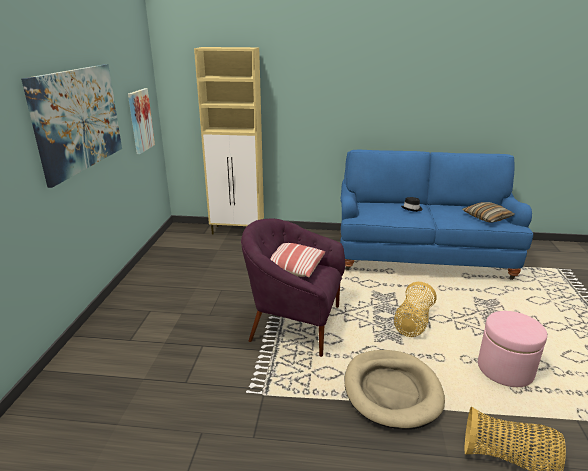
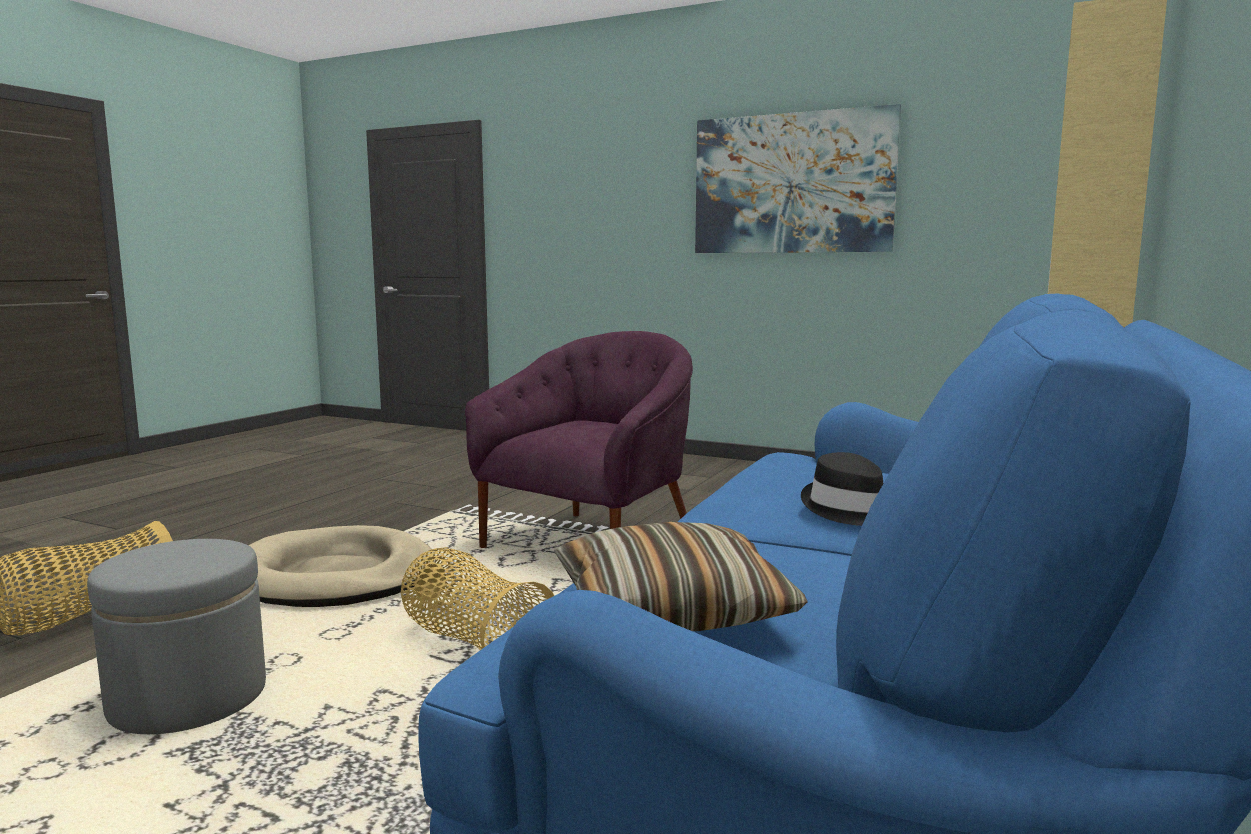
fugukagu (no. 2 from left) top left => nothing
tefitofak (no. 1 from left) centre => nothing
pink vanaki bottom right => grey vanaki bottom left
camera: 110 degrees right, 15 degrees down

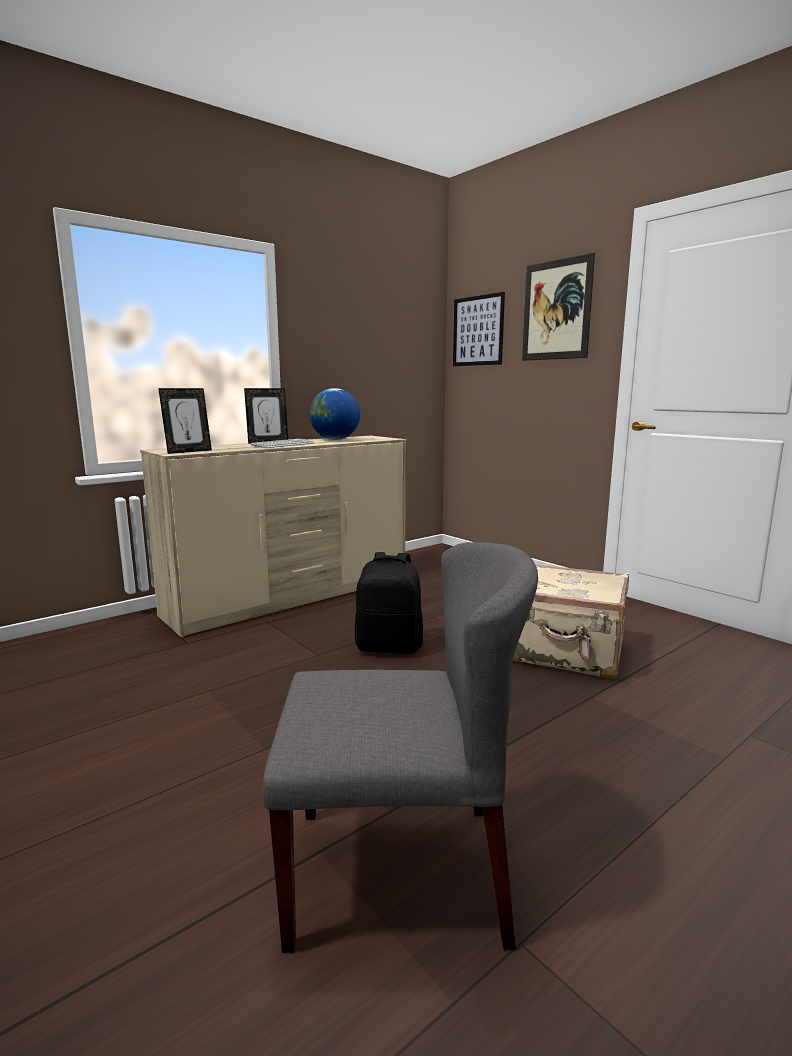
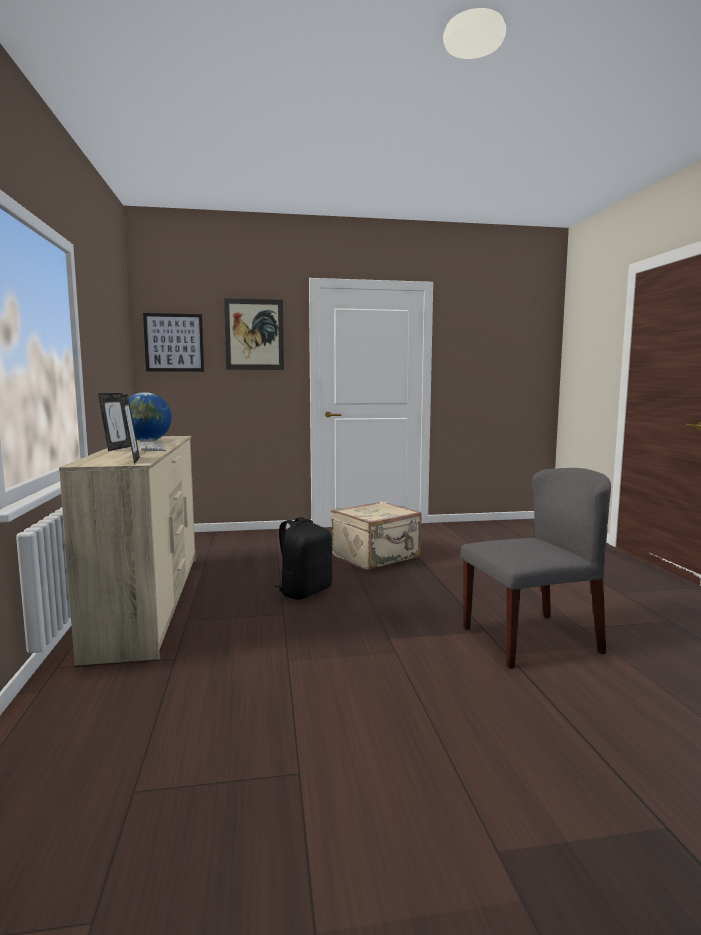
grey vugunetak bottom centre => grey vugunetak middle right, 45 degrees clockwise
camera: 60 degrees left, 5 degrees down

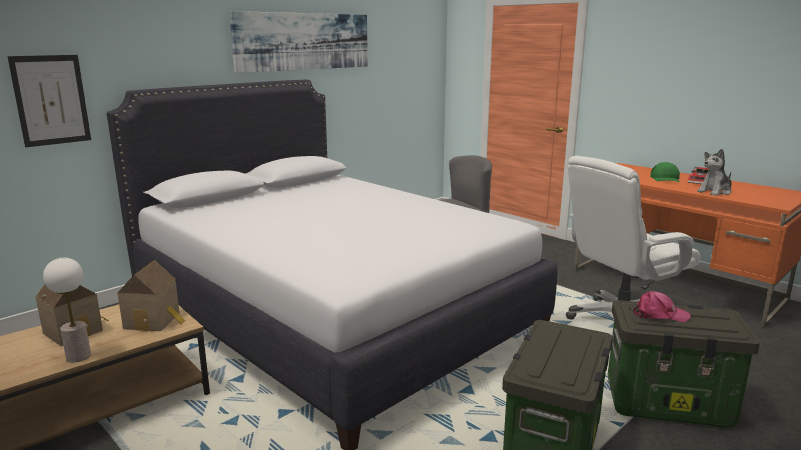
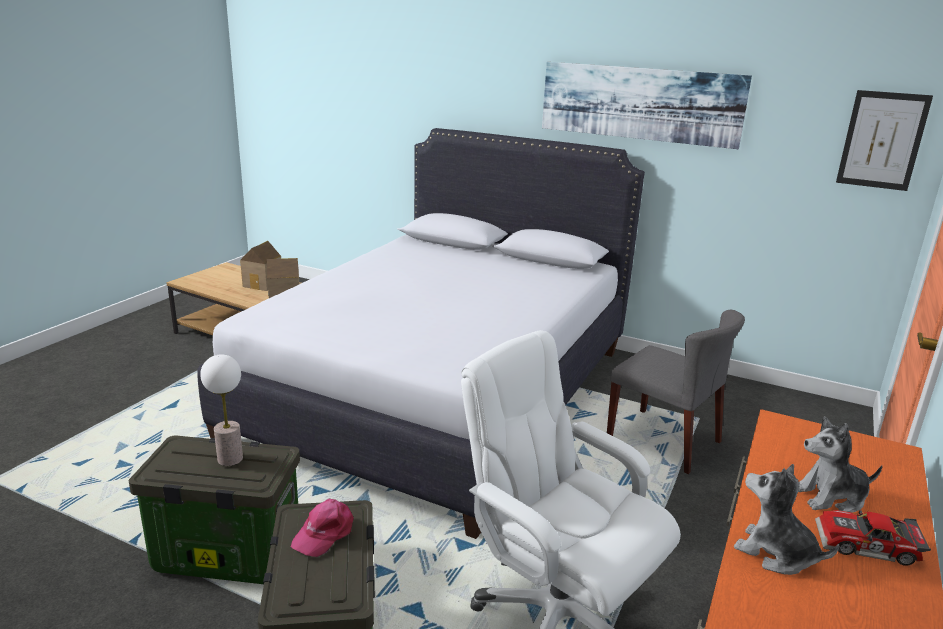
fugukagu (no. 1 from left in the first image) top left => fugukagu (no. 2 from left) top right, shifted
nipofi bottom left => nipofi middle left, shifted
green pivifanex middle right => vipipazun (no. 2 from left) bottom right
pink pivifanex bottom right => pink pivifanex bottom centre, 45 degrees clockwise
camera: 70 degrees right, 5 degrees up

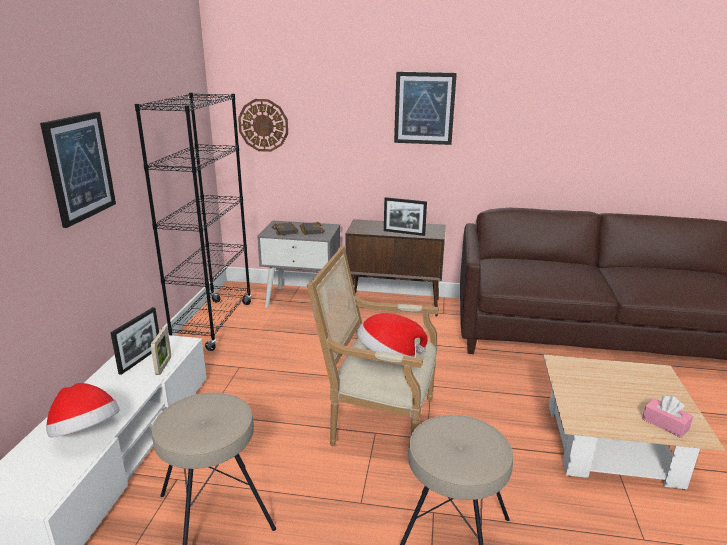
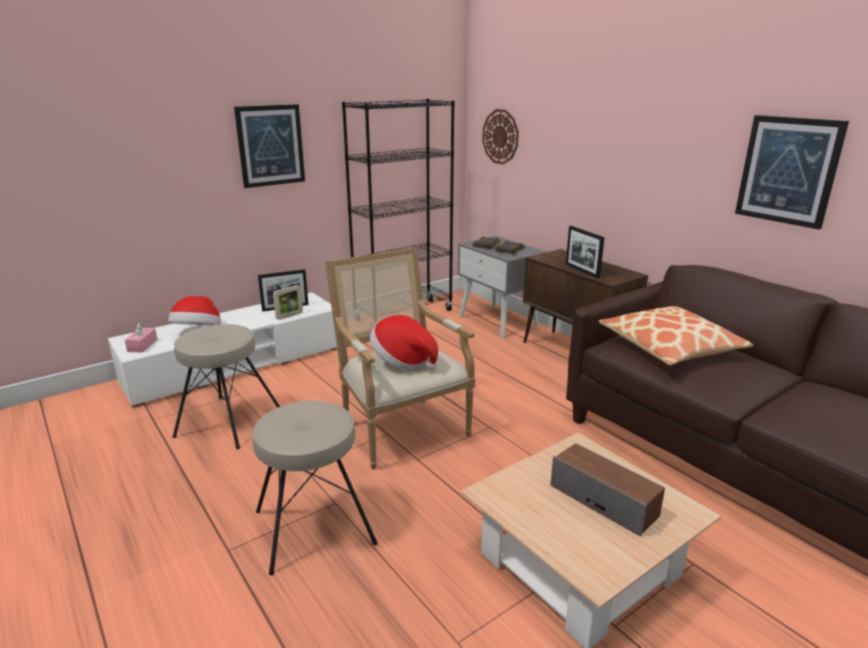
nothing => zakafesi bottom right
nothing => tefitofak middle right
fugukagu (no. 2 from left) top centre => fugukagu (no. 2 from left) top right, shifted
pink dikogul bottom right => pink dikogul middle left, shifted
camera: 45 degrees right, 0 degrees up

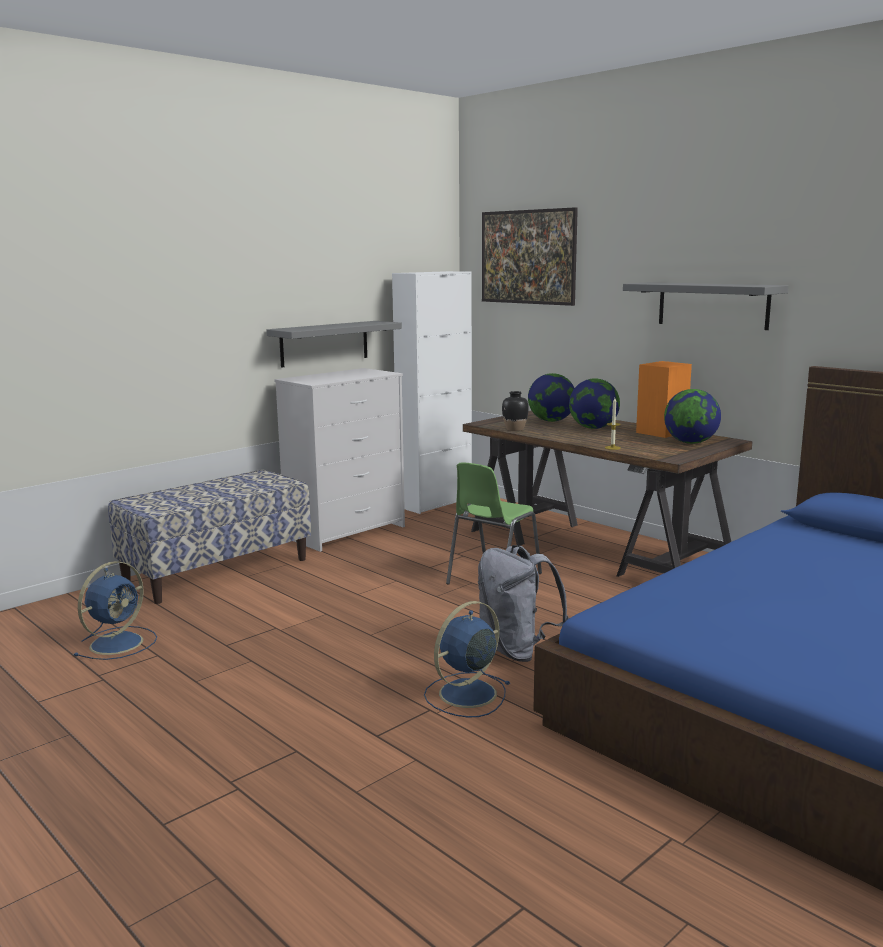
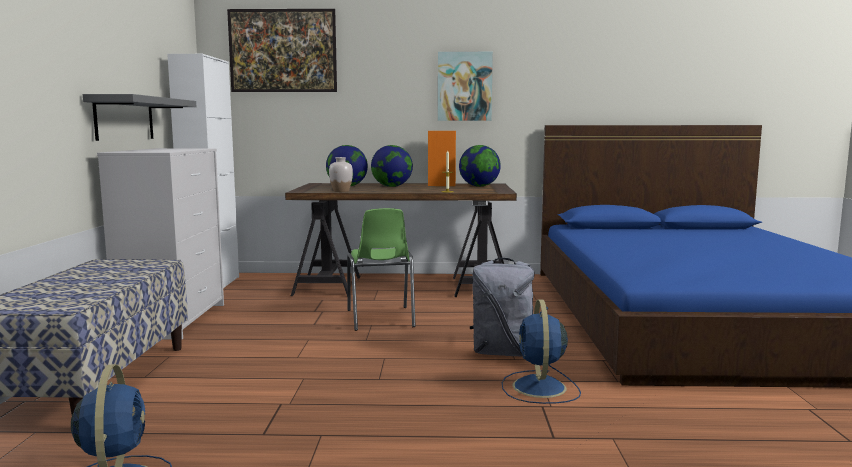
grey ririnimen (no. 2 from left) top right => fugukagu (no. 2 from left) top centre
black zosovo centre => white zosovo centre
camera: 45 degrees left, 5 degrees down

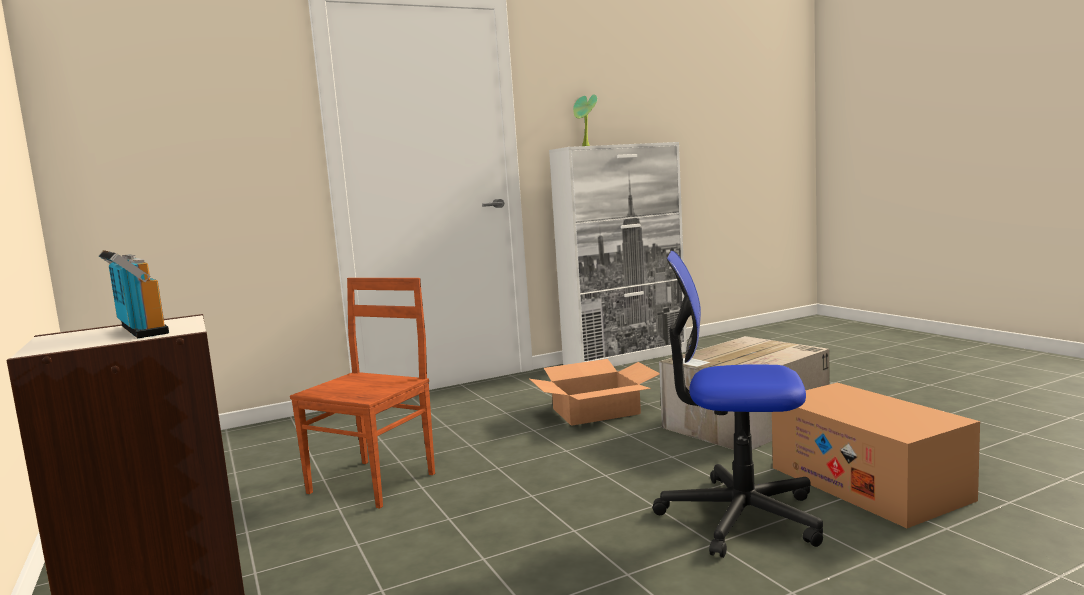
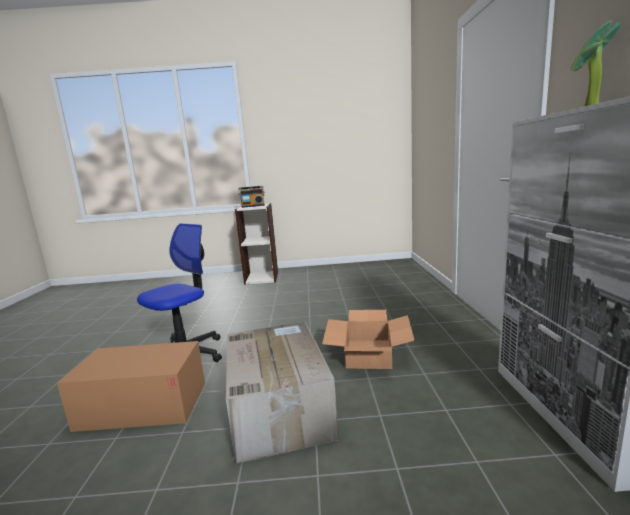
brown vugunetak centre => nothing
camera: 115 degrees right, 5 degrees up

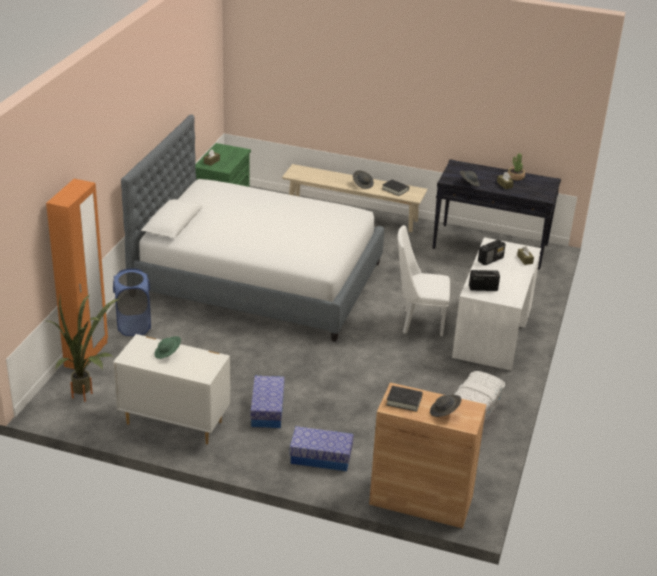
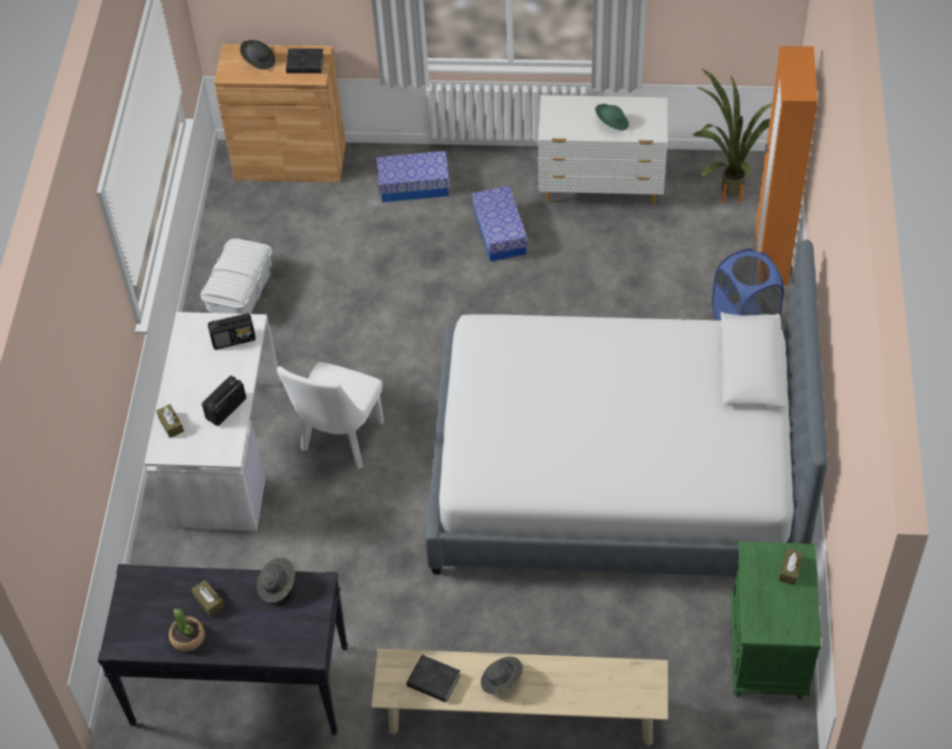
white vugunetak centre, 120 degrees clockwise
camera: 170 degrees right, 20 degrees up

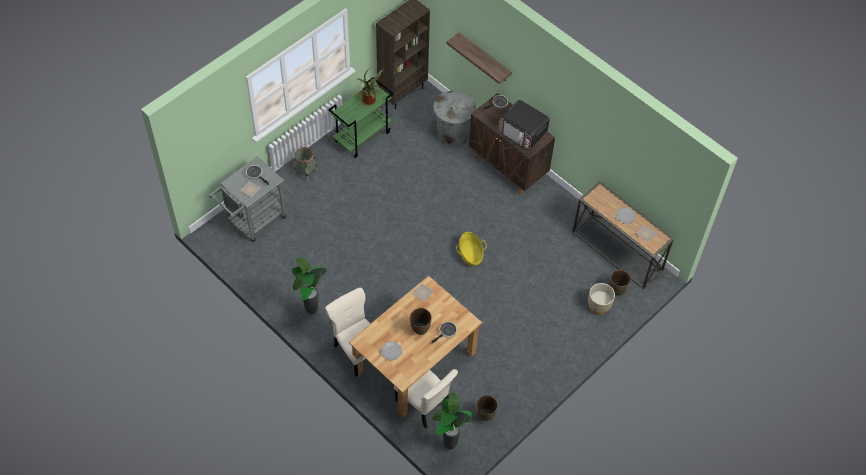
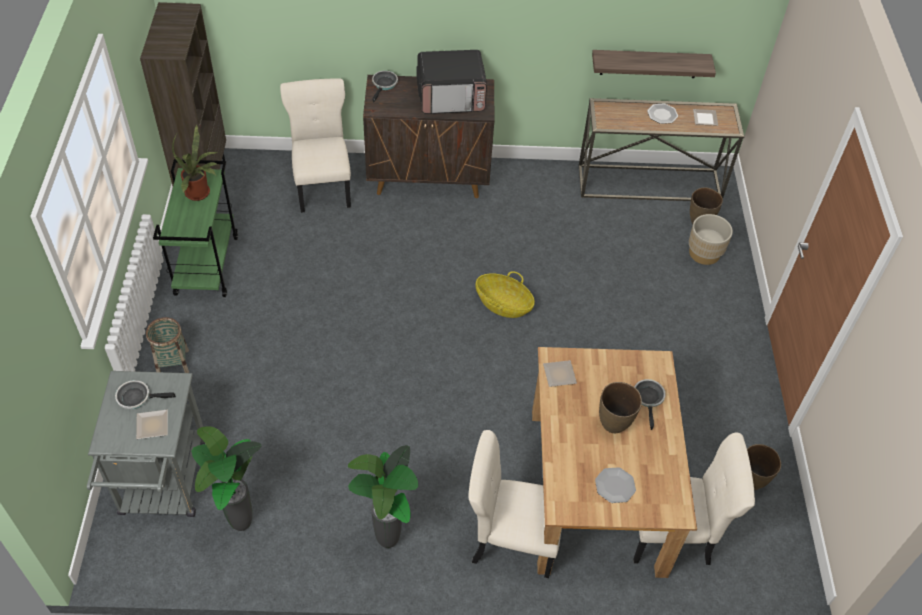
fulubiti (no. 3 from left in the first image) bottom centre => fulubiti (no. 2 from left) bottom left, shifted
ririnimen top centre => ririnimen top right, shifted
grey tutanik top centre => beige vugunetak (no. 1 from left) top centre
camera: 45 degrees left, 5 degrees down

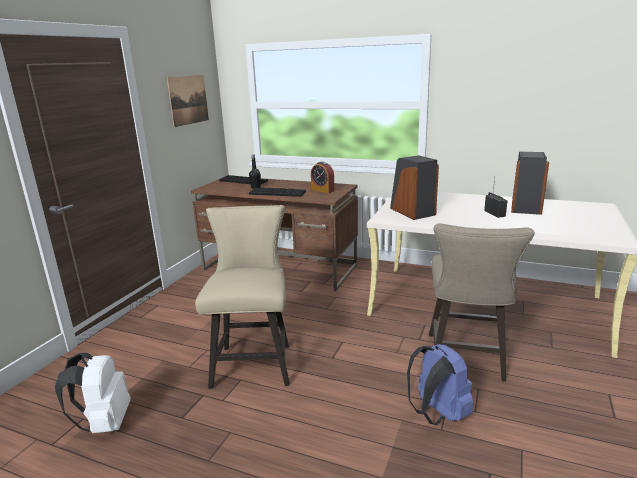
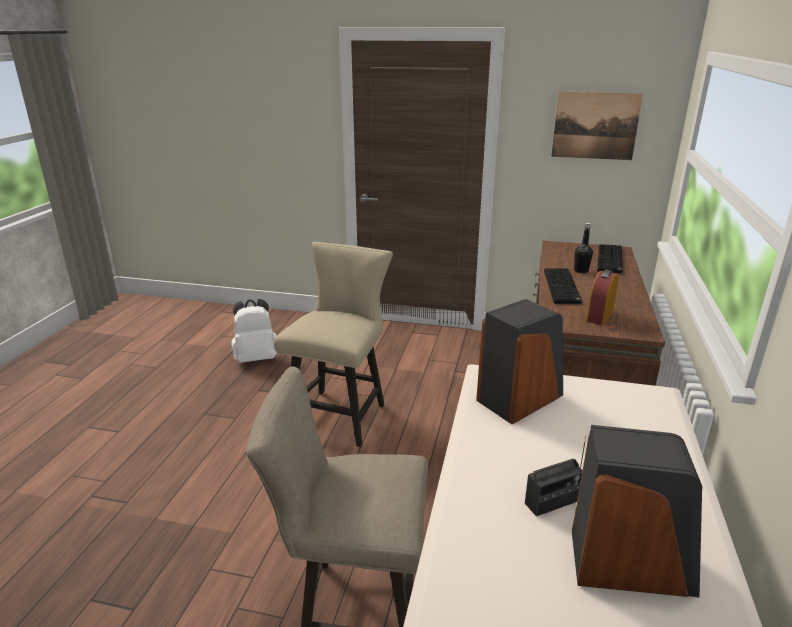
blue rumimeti bottom right => nothing
beige vugunetak centre, 60 degrees counterclockwise
camera: 80 degrees right, 5 degrees up

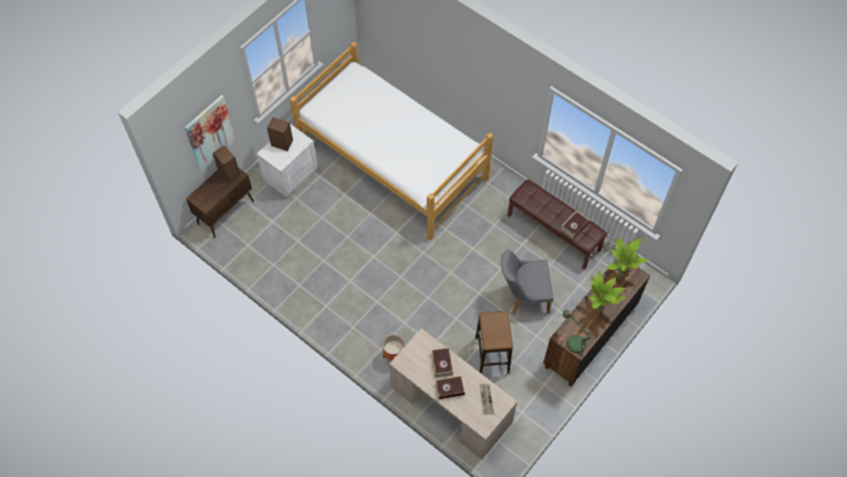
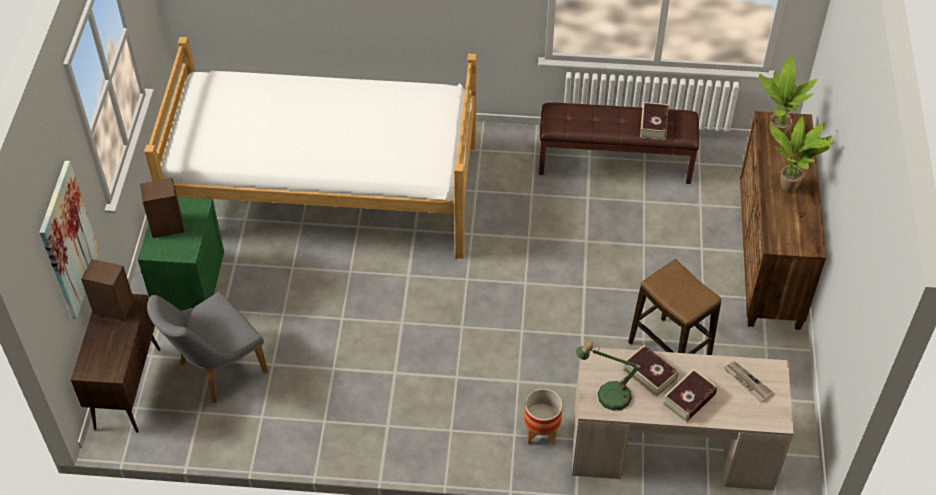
grey vugunetak centre => grey vugunetak bottom left, shifted
nipofi bottom right => nipofi bottom centre, shifted
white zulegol centre => green zulegol middle left
camera: 35 degrees left, 10 degrees down

